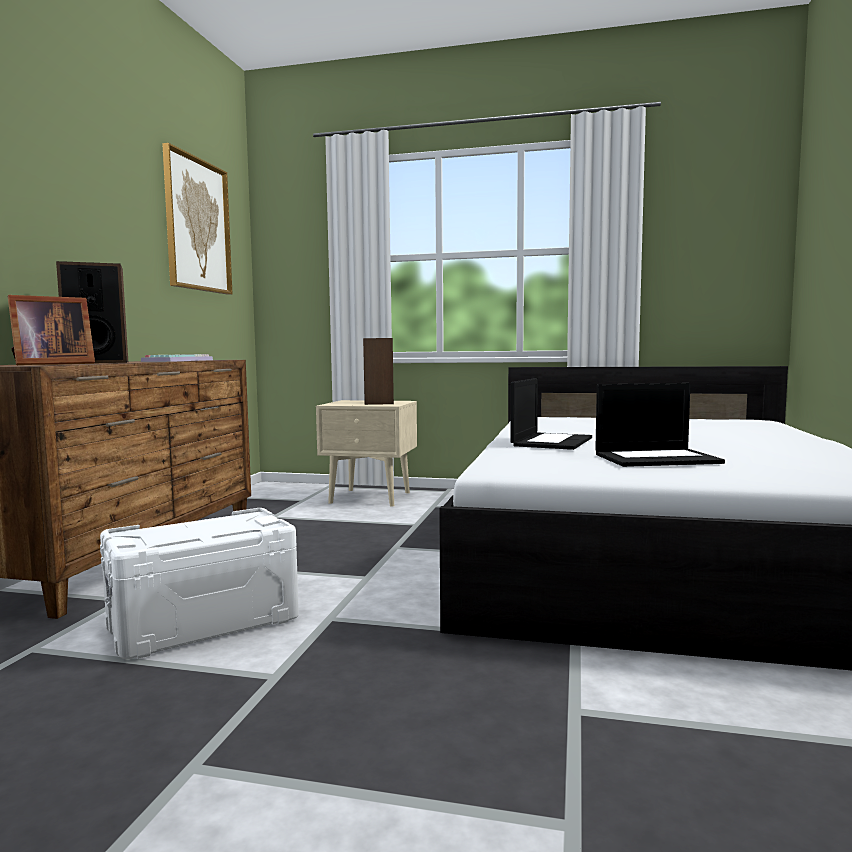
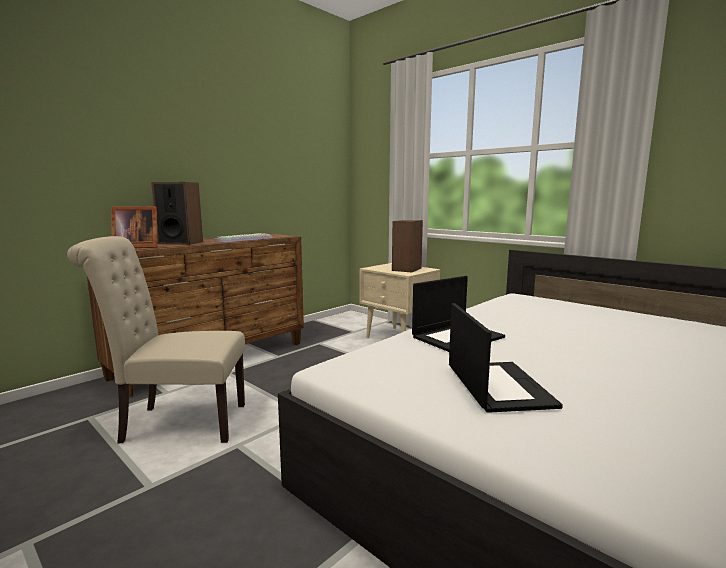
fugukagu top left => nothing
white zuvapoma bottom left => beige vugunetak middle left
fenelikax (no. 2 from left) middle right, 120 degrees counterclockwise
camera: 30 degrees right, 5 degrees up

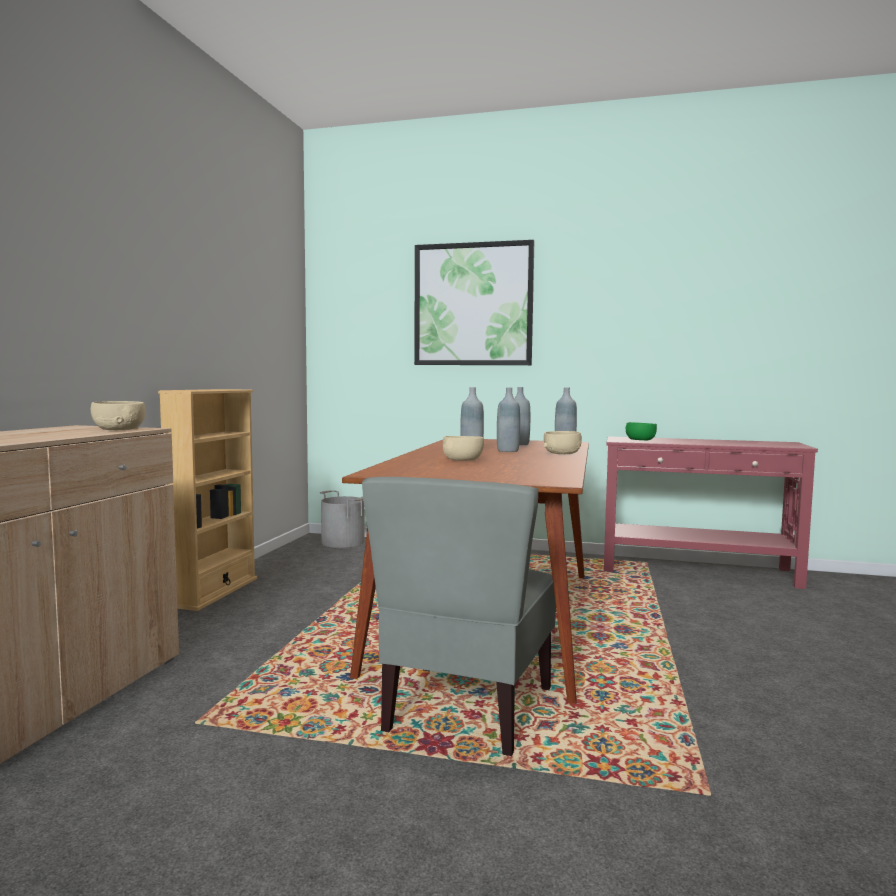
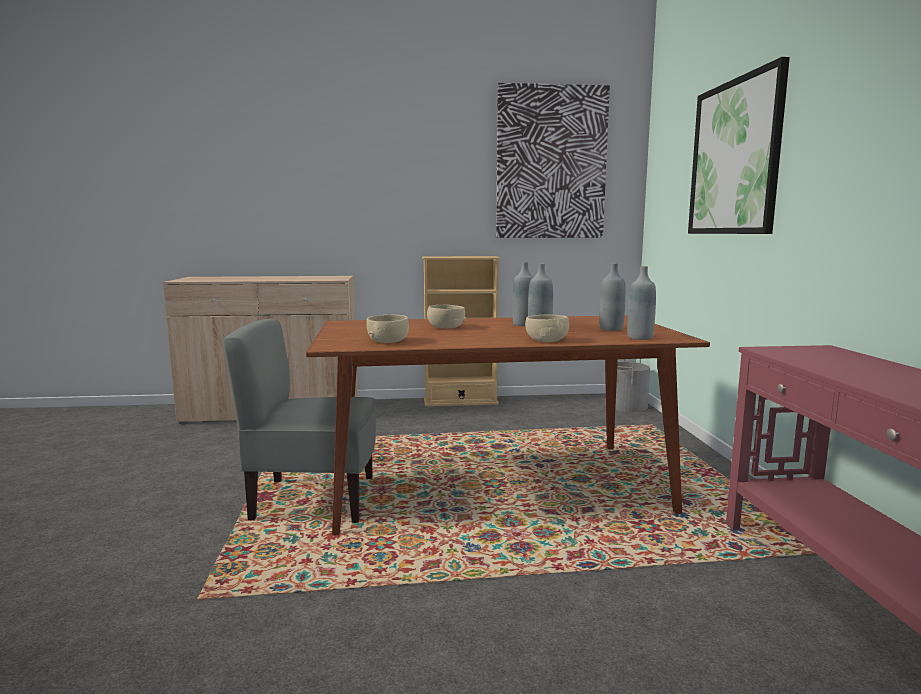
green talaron middle right => nothing
nothing => fugukagu (no. 1 from left) top centre
beige talaron (no. 1 from left) middle left => beige talaron (no. 1 from left) centre, shifted
camera: 70 degrees right, 5 degrees up

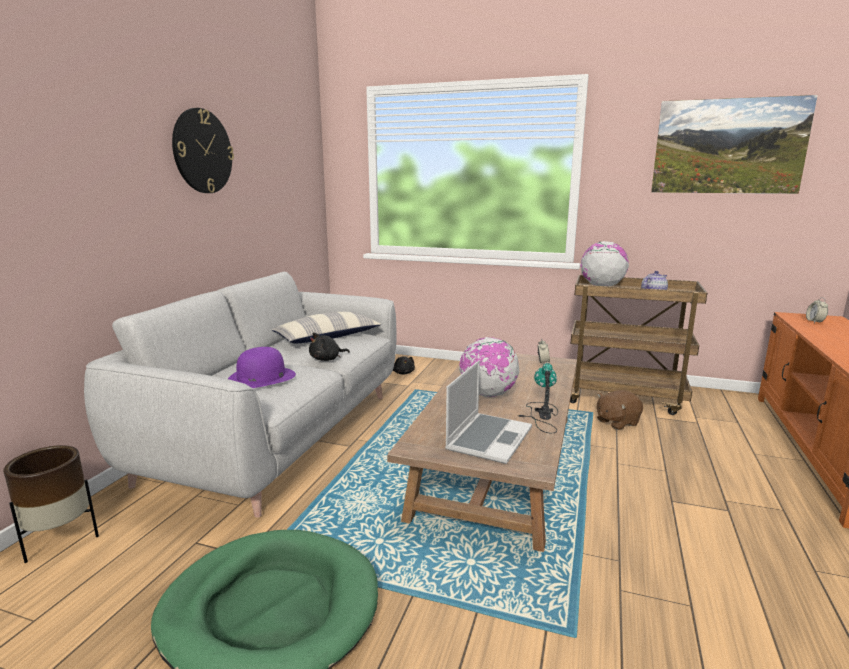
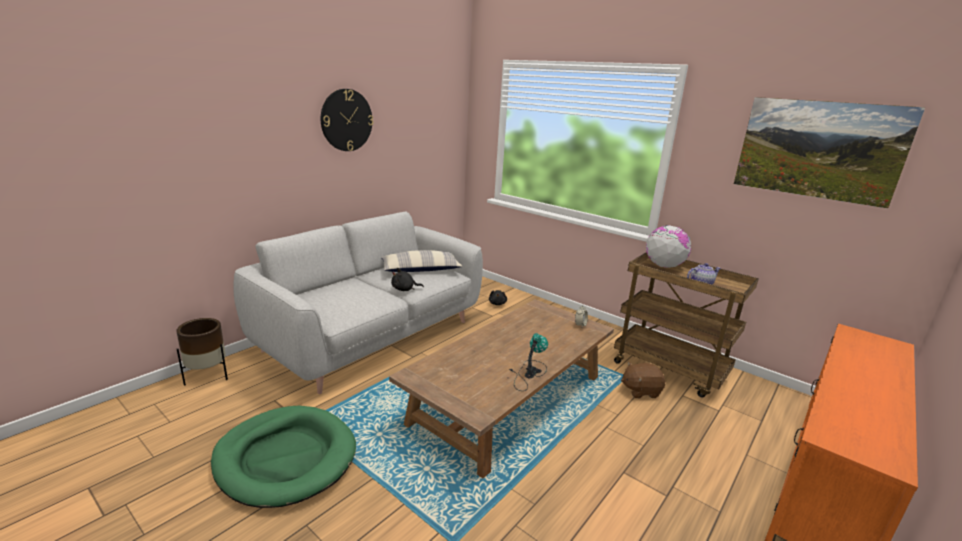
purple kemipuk middle left => nothing
fenelikax centre => nothing
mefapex (no. 1 from left) centre => nothing
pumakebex (no. 2 from left) middle right => nothing
camera: 20 degrees right, 5 degrees up

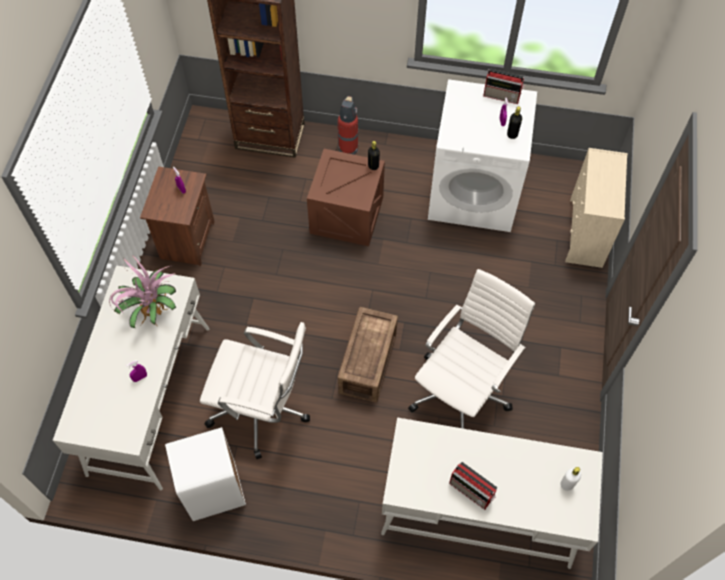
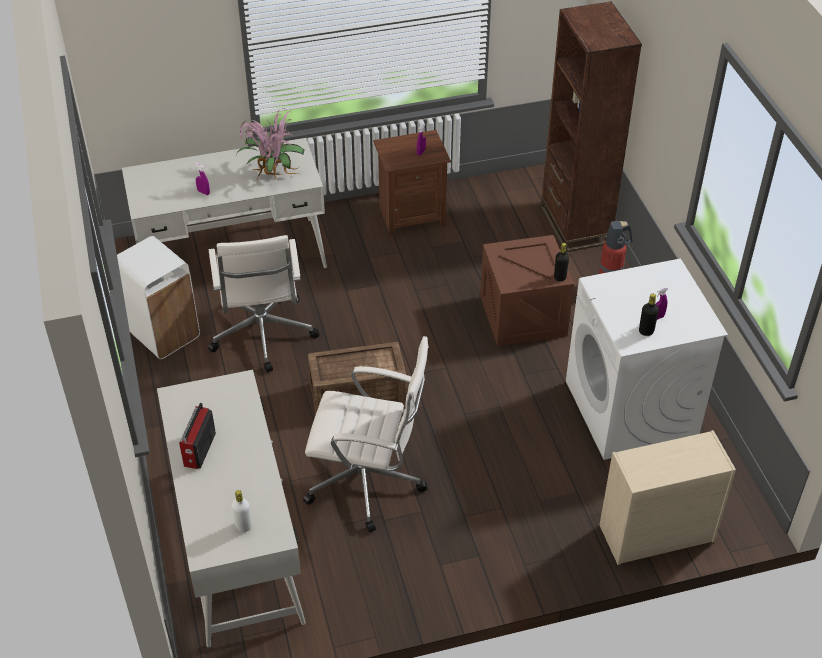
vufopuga (no. 2 from left) top right => nothing
camera: 65 degrees right, 15 degrees down

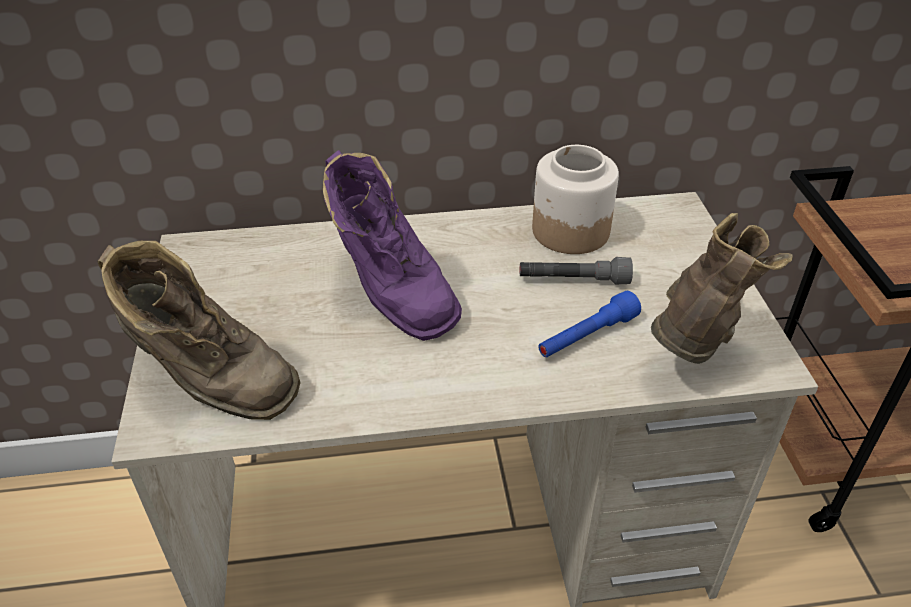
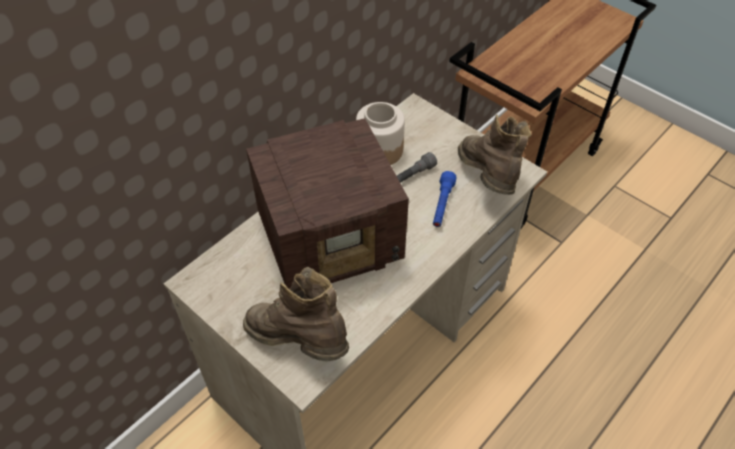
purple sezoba centre => vufopuga centre
brown sezoba (no. 1 from left) middle left => brown sezoba (no. 1 from left) bottom centre, 135 degrees counterclockwise
camera: 40 degrees left, 10 degrees up

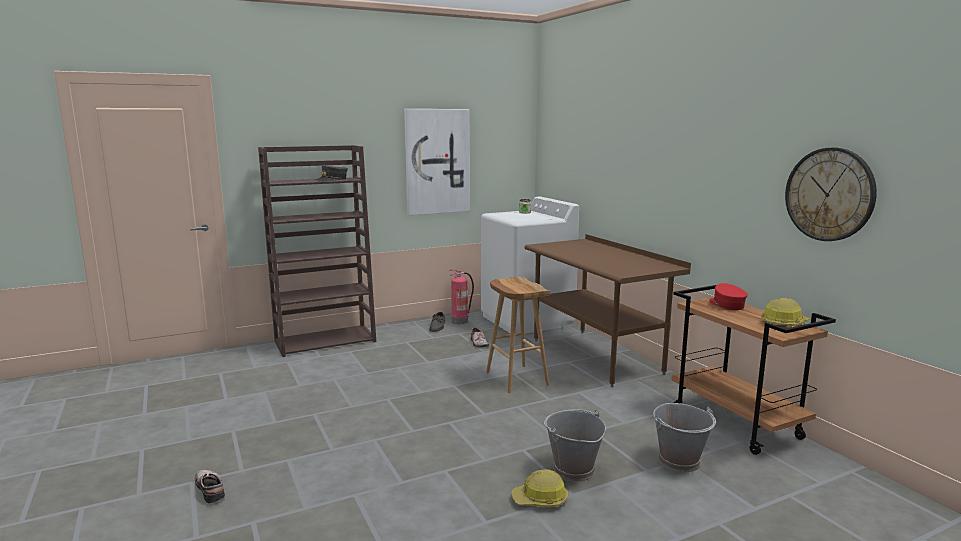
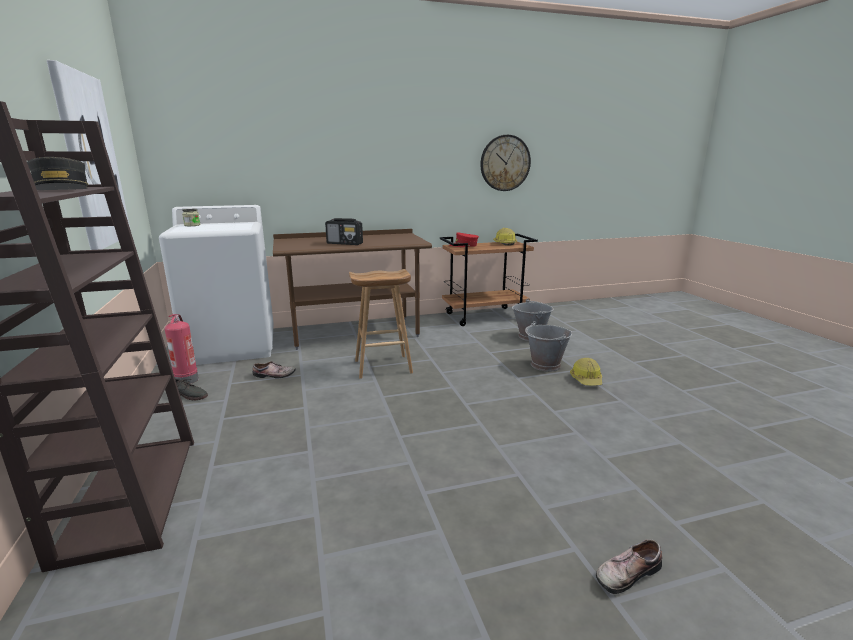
nothing => vufopuga centre
camera: 80 degrees left, 5 degrees up

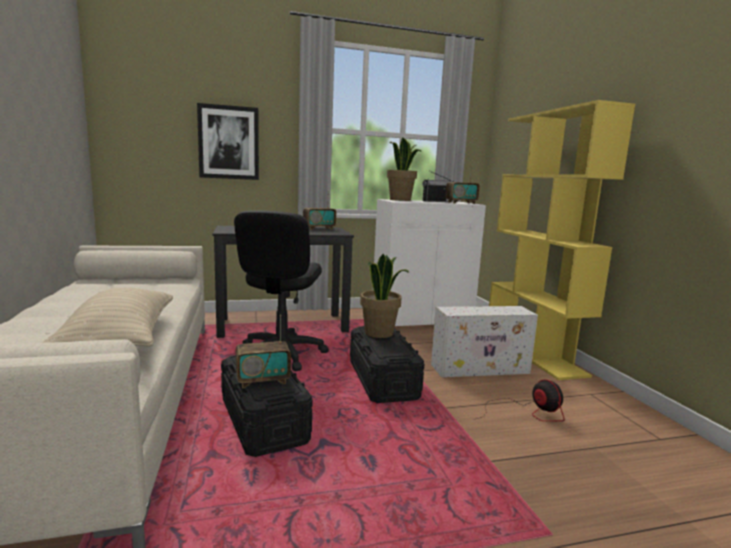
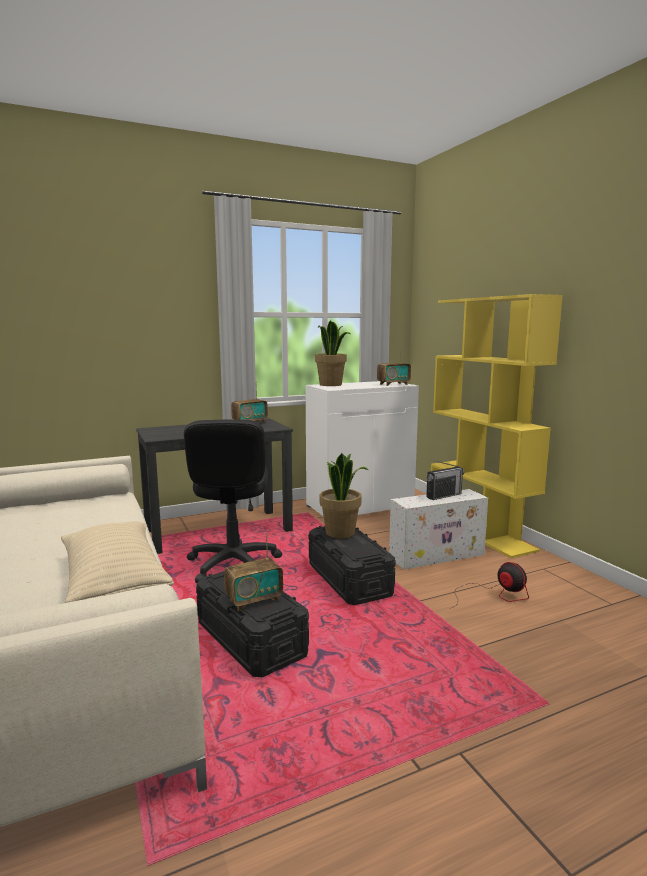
fugukagu top left => nothing
vufopuga (no. 3 from left in the first image) centre => vufopuga (no. 4 from left) middle right, shifted
camera: 10 degrees left, 0 degrees up

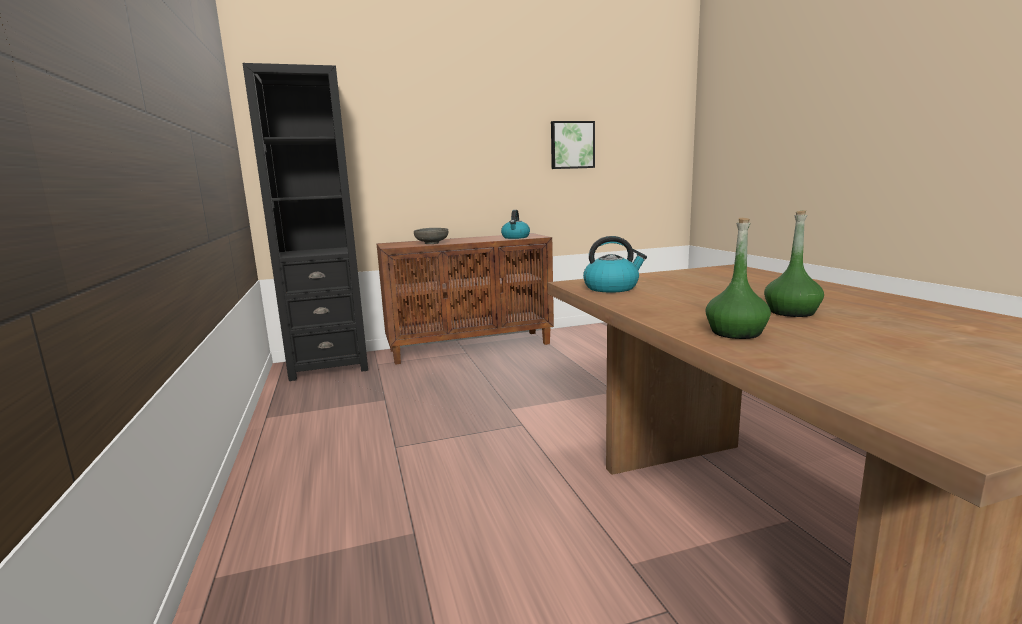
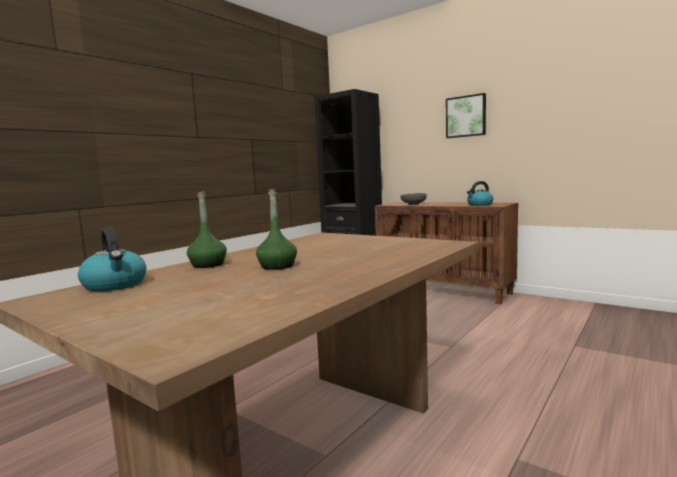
fugukagu top centre => fugukagu top right, shifted
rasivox (no. 2 from left in the first image) centre => rasivox (no. 1 from left) middle left, shifted
camera: 55 degrees right, 5 degrees down

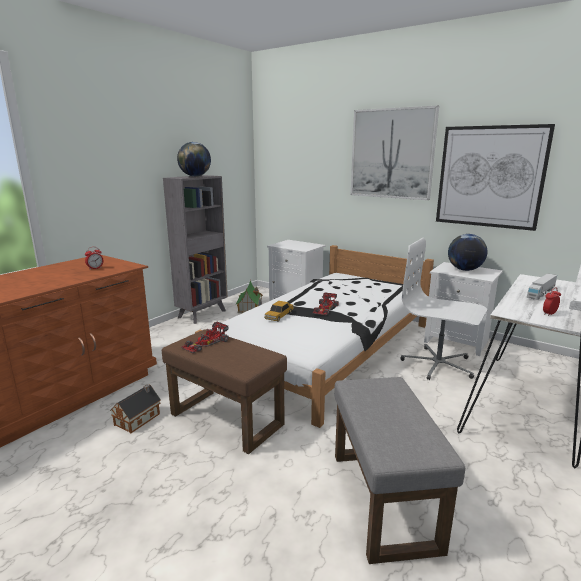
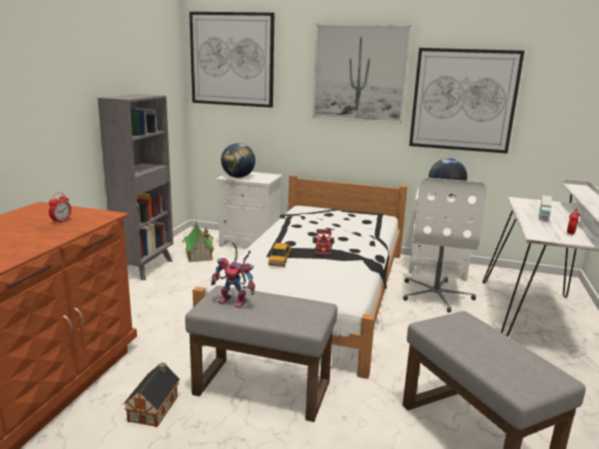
nothing => fugukagu (no. 1 from left) top centre
mefapex (no. 1 from left) top centre => mefapex (no. 1 from left) centre, shifted
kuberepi (no. 1 from left) centre => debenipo centre
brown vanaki bottom centre => grey vanaki (no. 1 from left) bottom centre
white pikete middle right, 90 degrees counterclockwise
camera: 20 degrees left, 0 degrees up

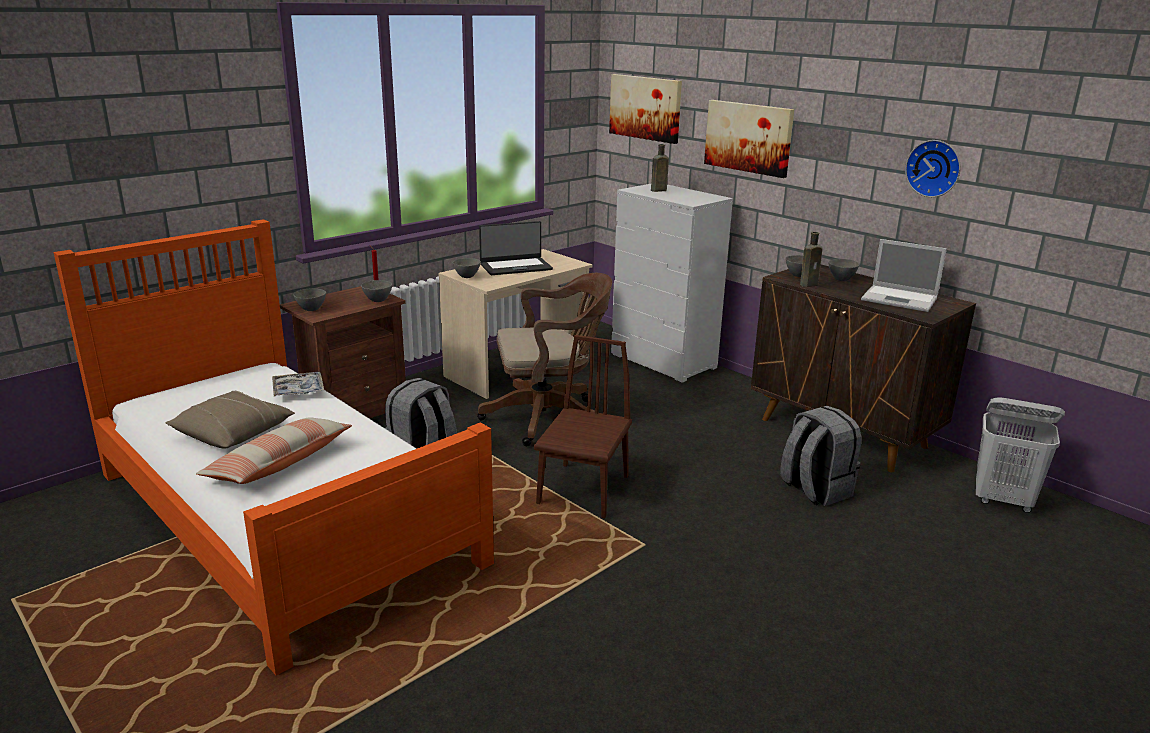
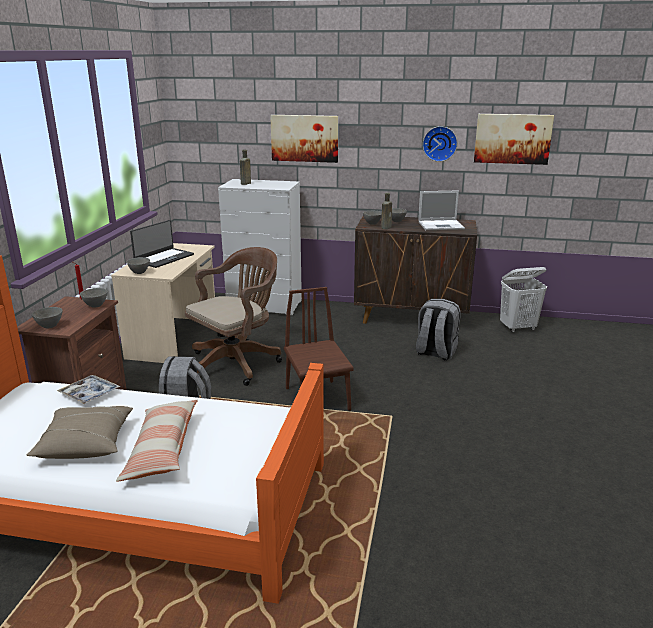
fugukagu (no. 1 from left in the first image) top centre => fugukagu (no. 2 from left) top right, shifted
camera: 35 degrees left, 0 degrees up

